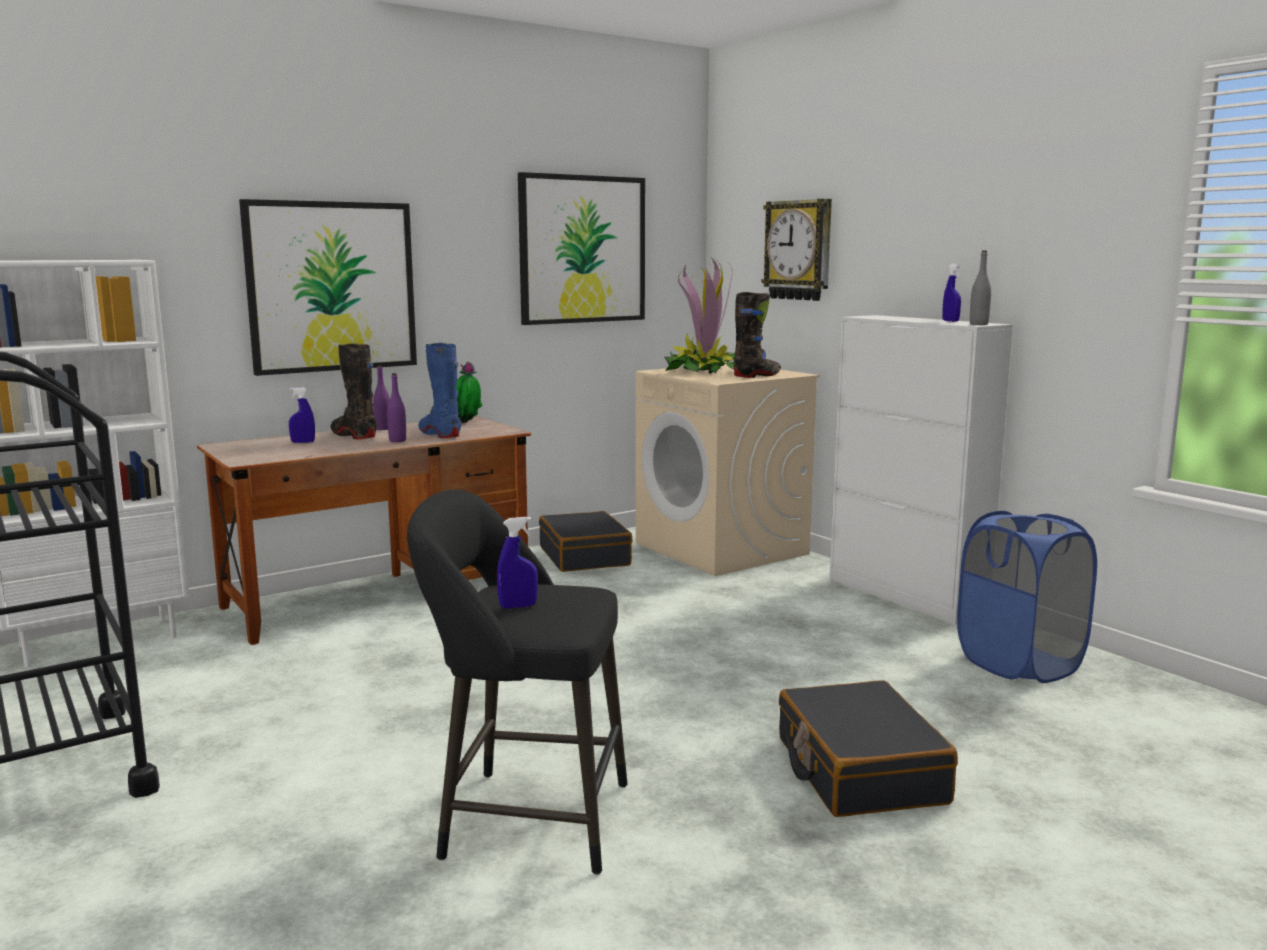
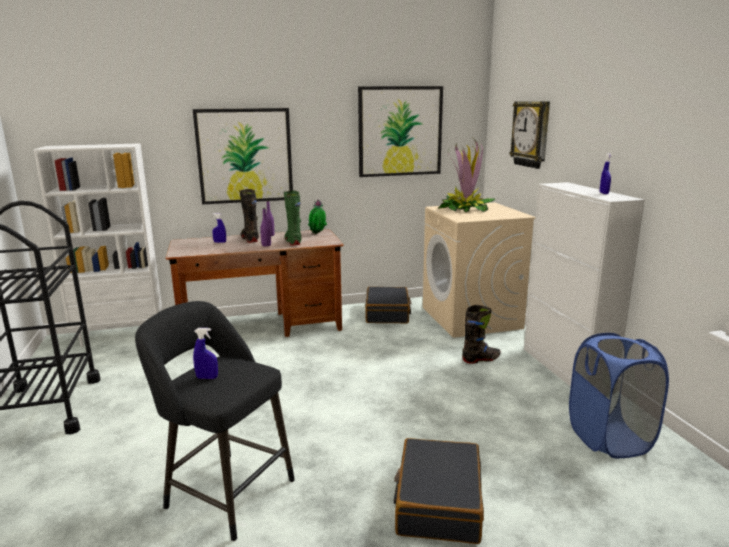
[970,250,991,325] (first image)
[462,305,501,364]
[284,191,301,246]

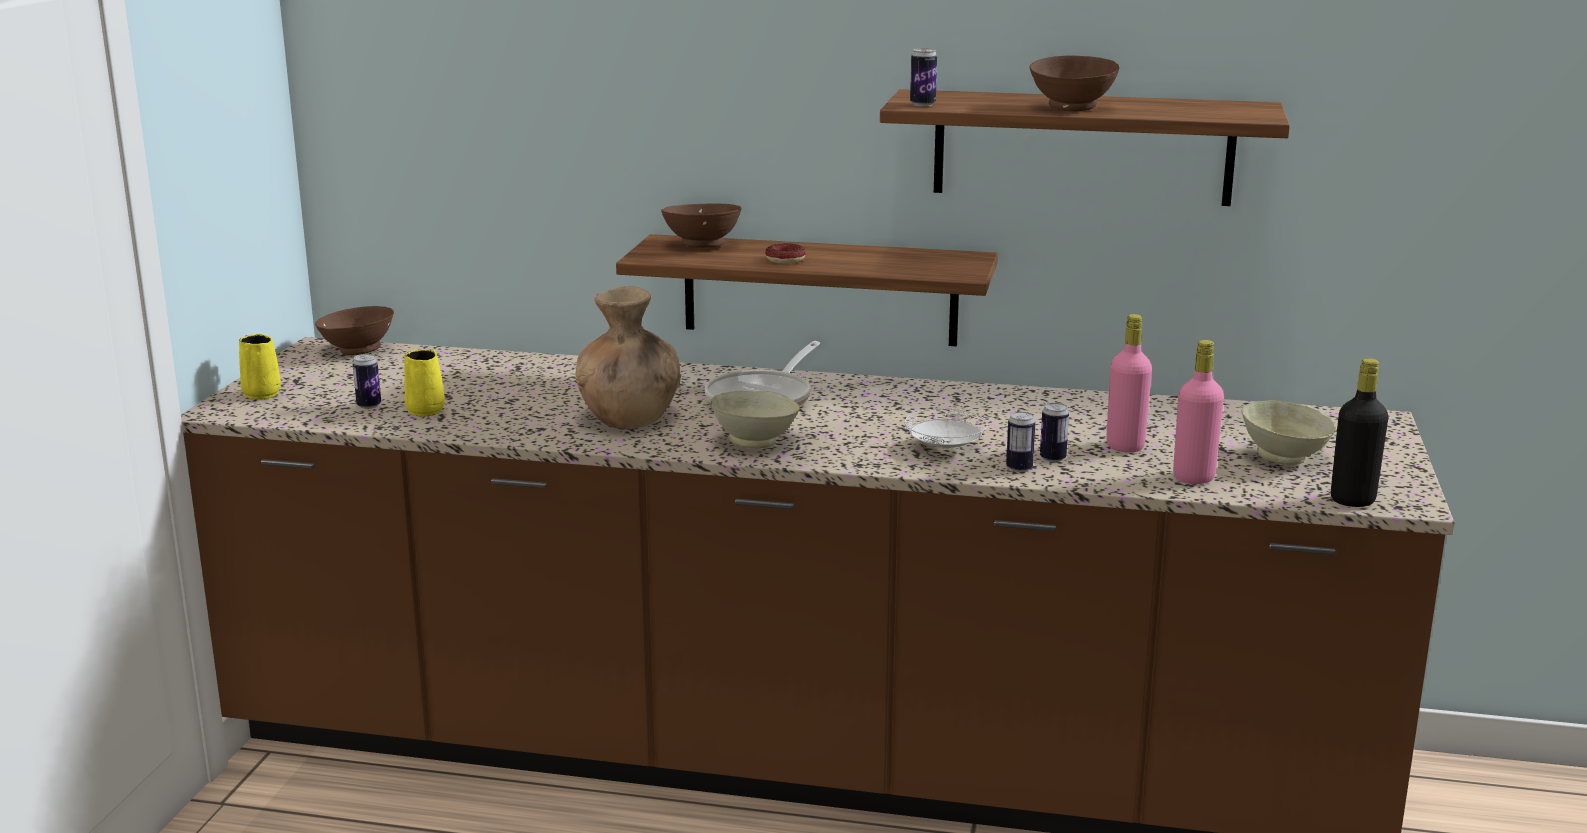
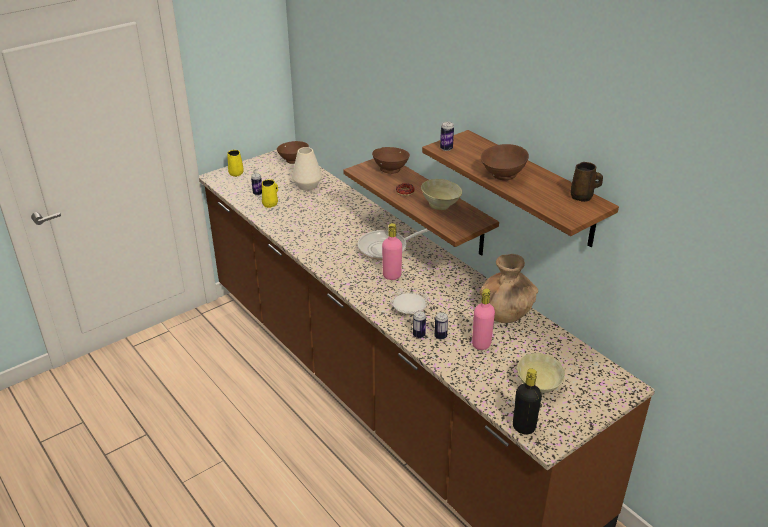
[480,254,538,323]
[382,223,402,280]
[421,179,462,210]
[292,147,322,191]
[570,162,603,202]

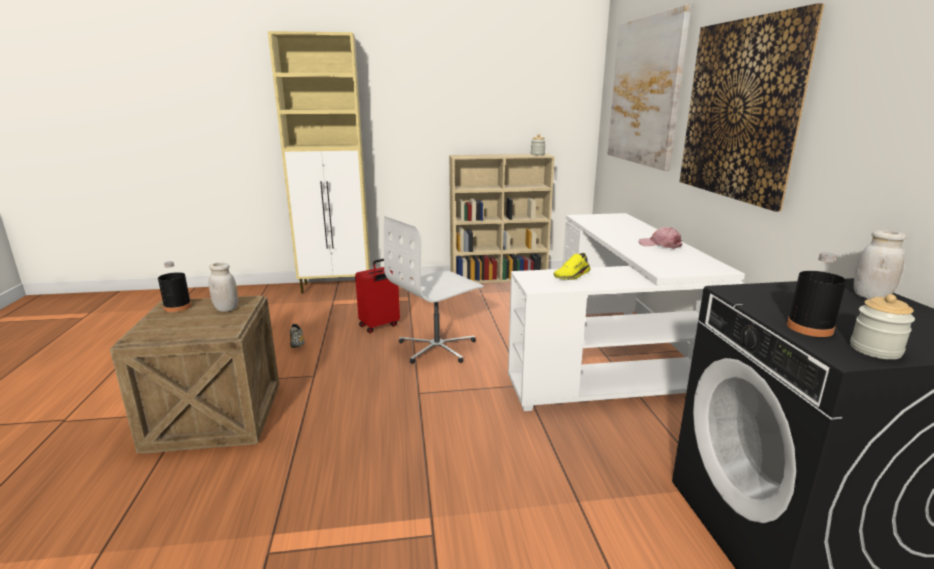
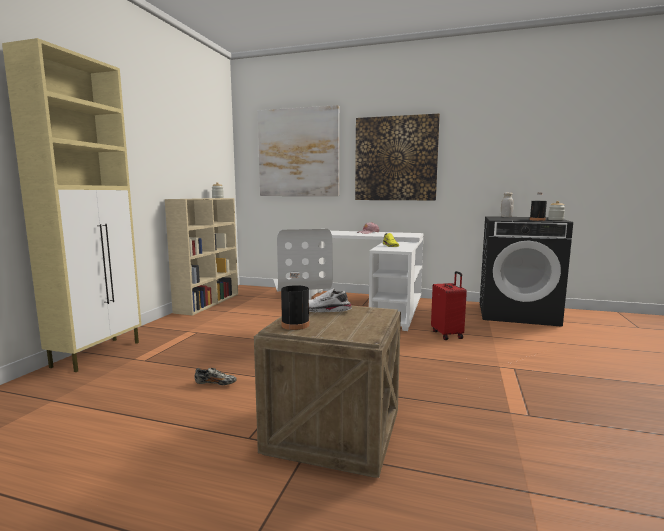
[431,271,467,340]
[309,289,352,312]

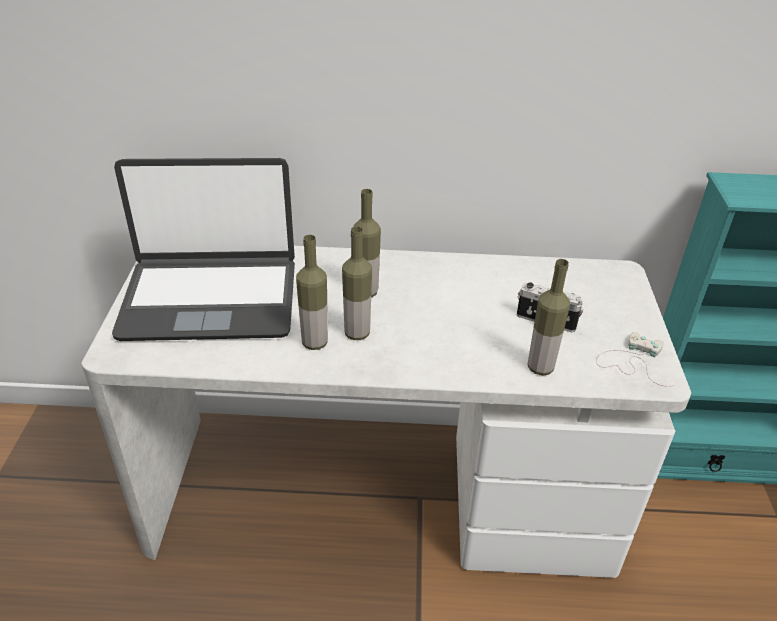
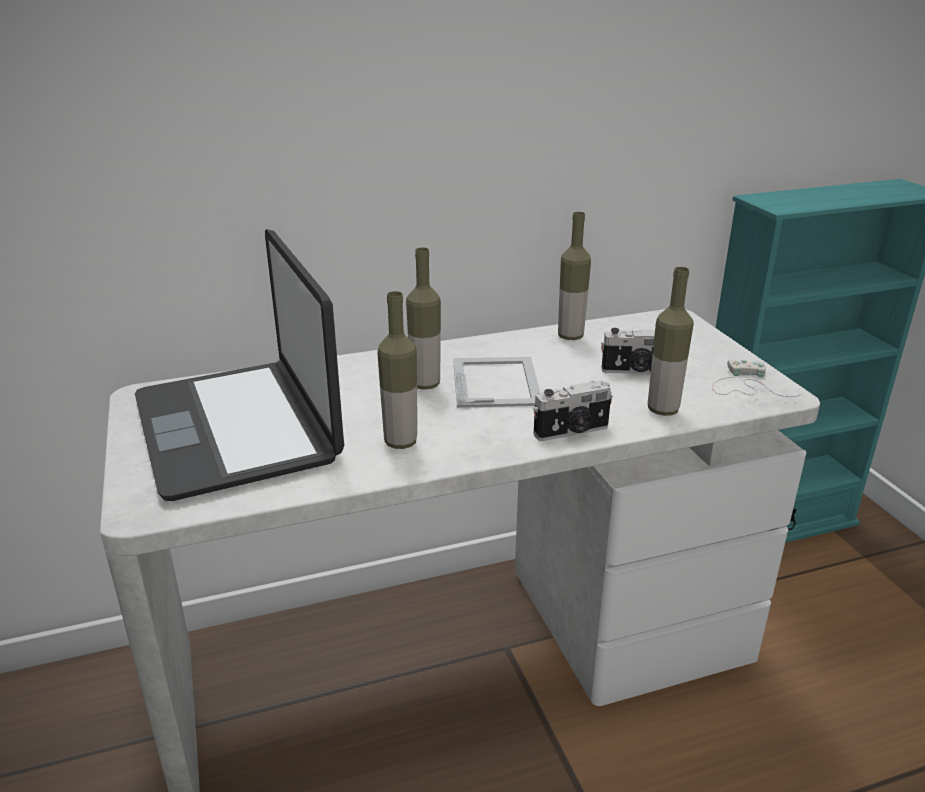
[135,229,344,501]
[558,212,591,340]
[453,357,540,408]
[533,380,613,441]

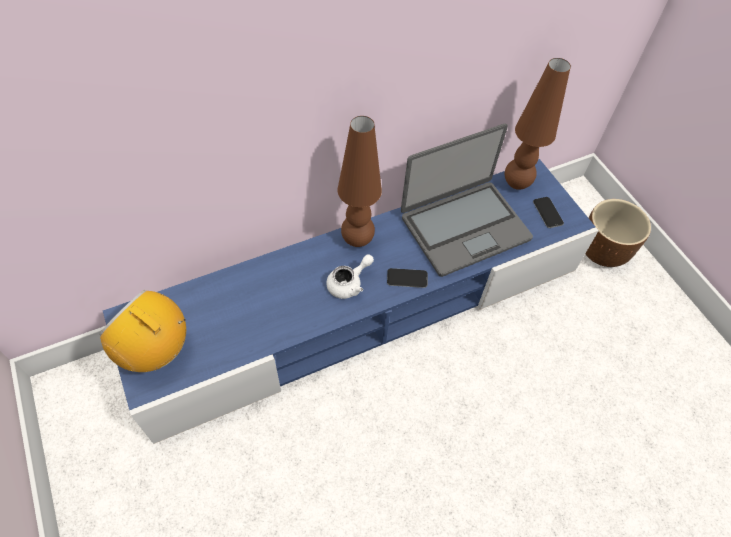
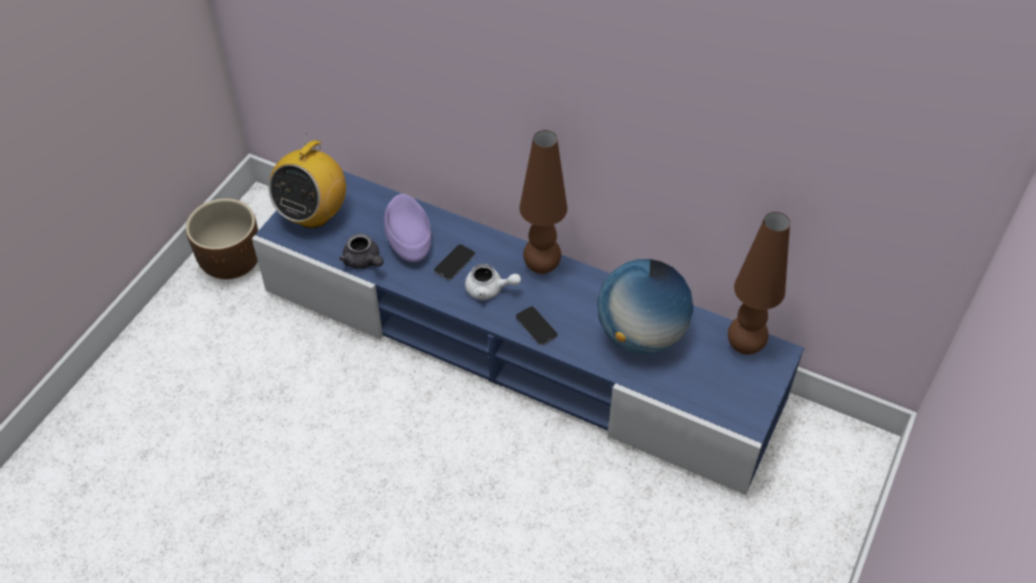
[597,259,693,354]
[434,244,475,280]
[186,198,258,279]
[269,133,346,228]
[384,194,432,262]
[340,234,383,269]

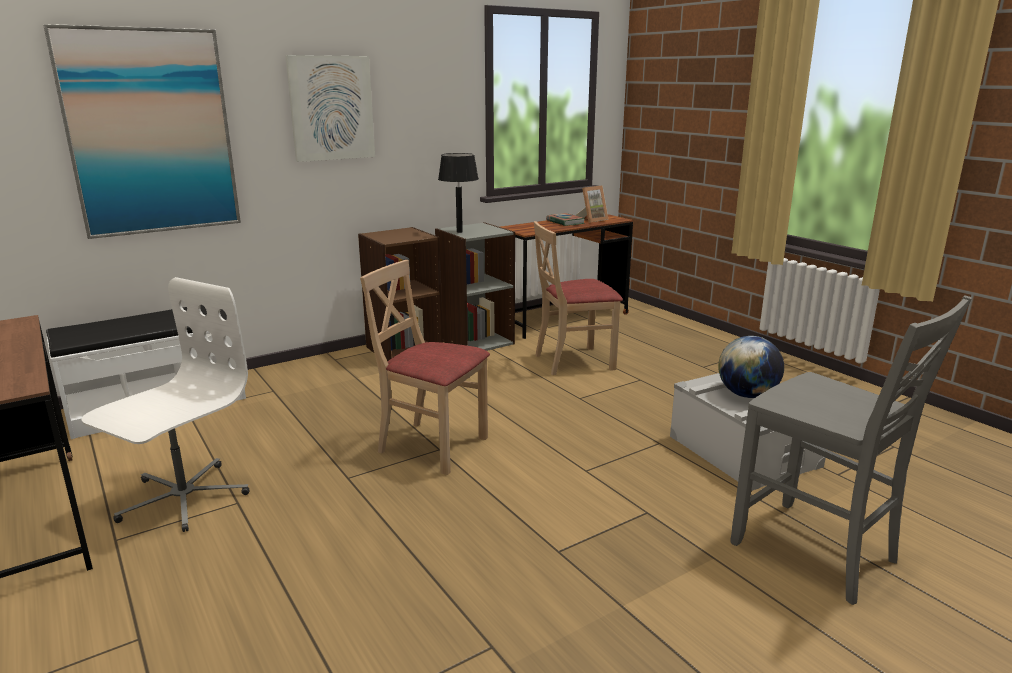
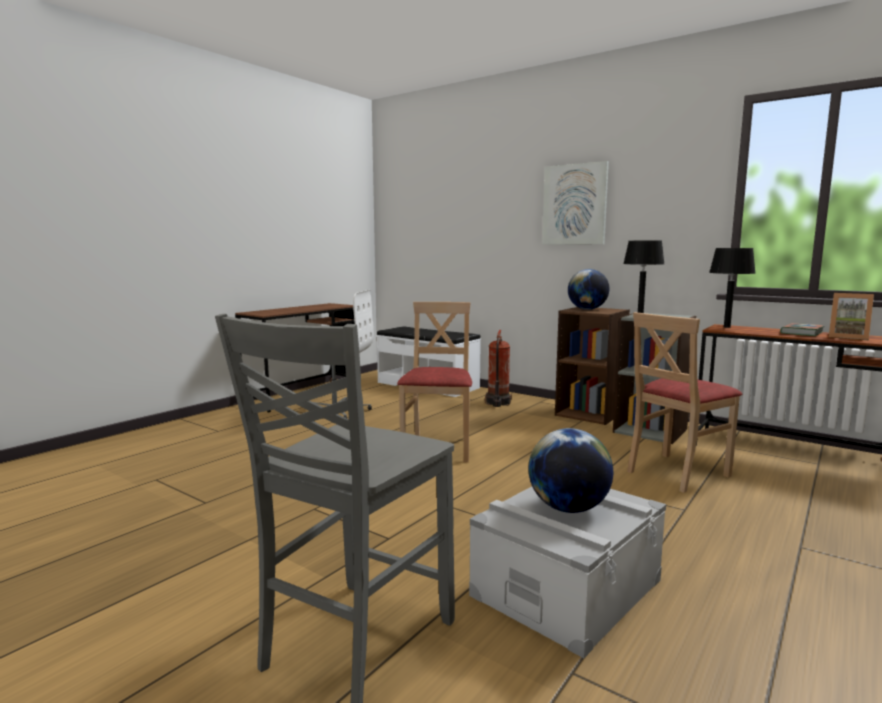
[43,24,241,239] (first image)
[627,312,742,493]
[709,248,756,328]
[568,269,609,310]
[485,330,512,407]

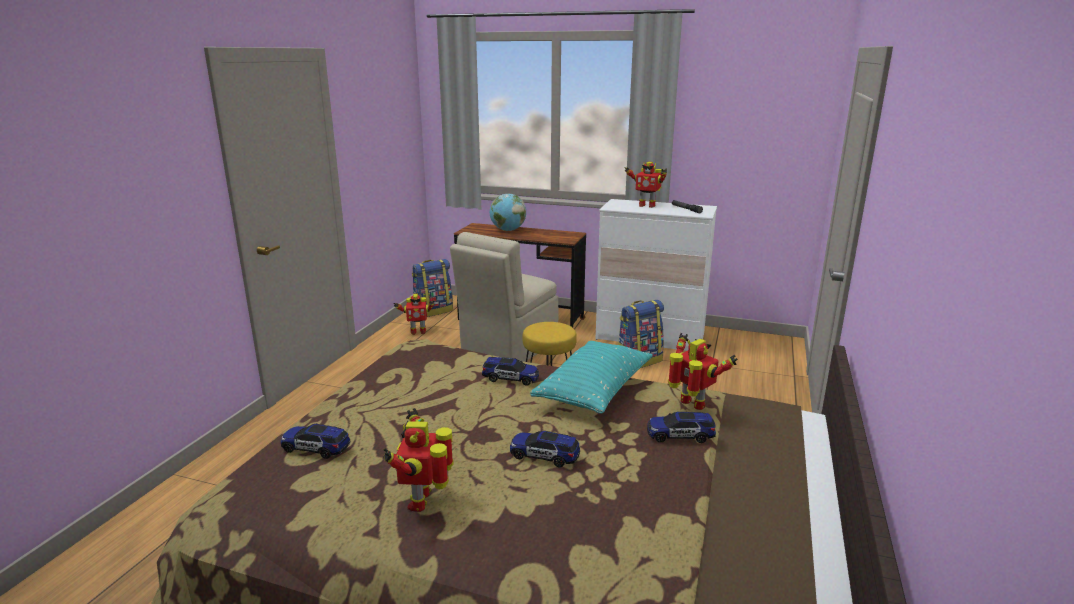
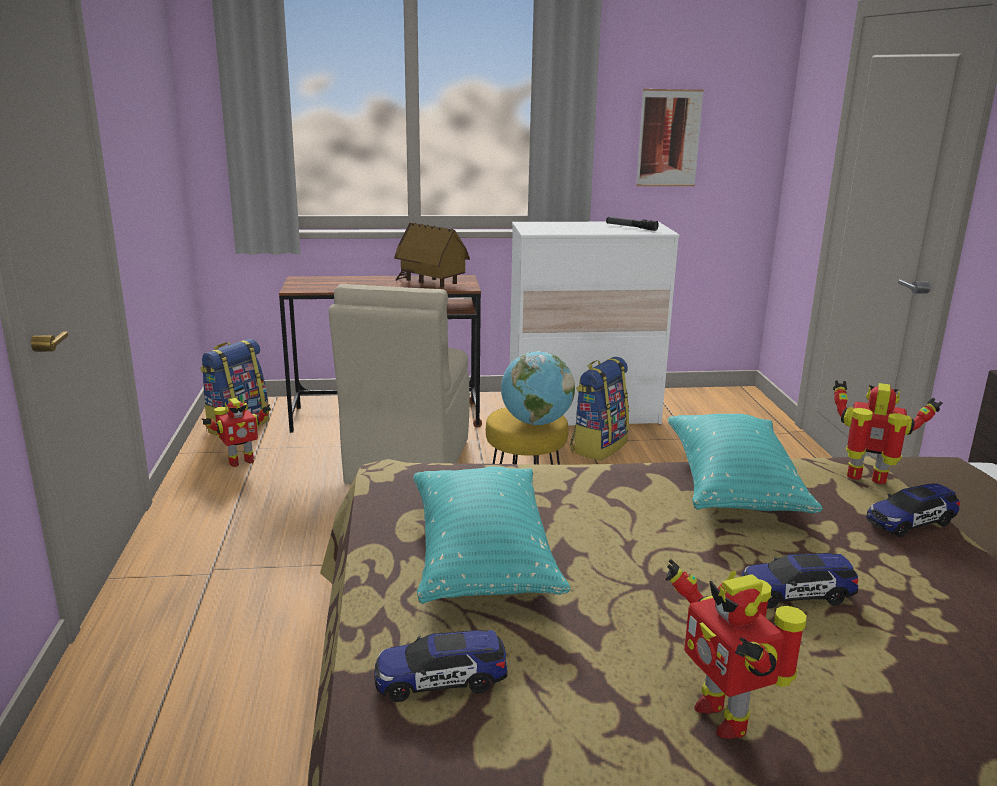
[624,162,667,208] (first image)
[501,351,575,425]
[482,357,539,386] (first image)
[636,89,704,186]
[394,223,470,288]
[414,467,571,604]

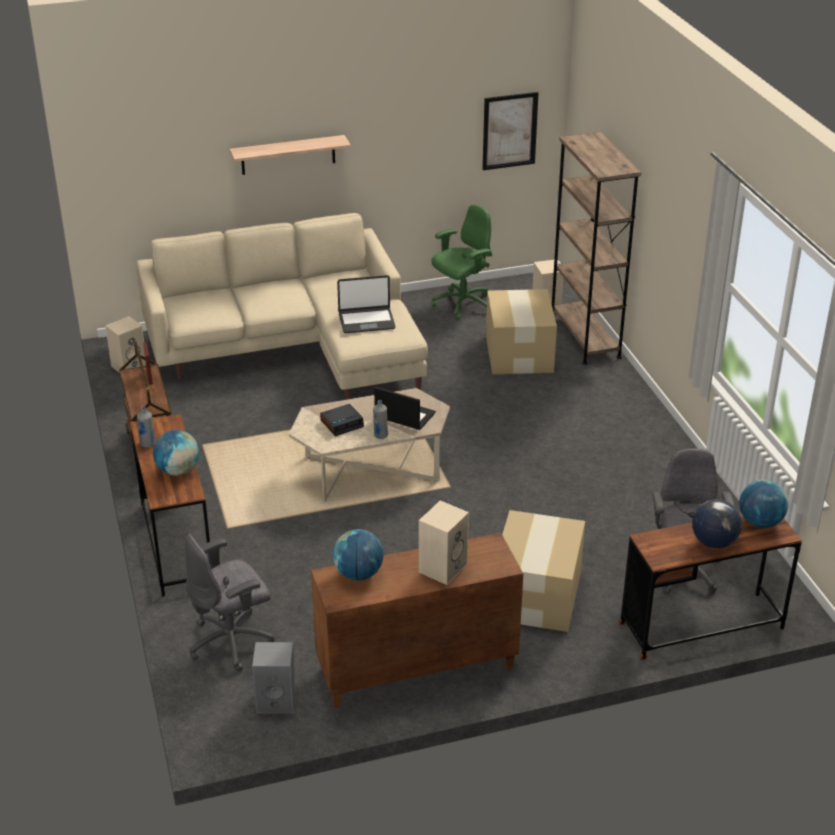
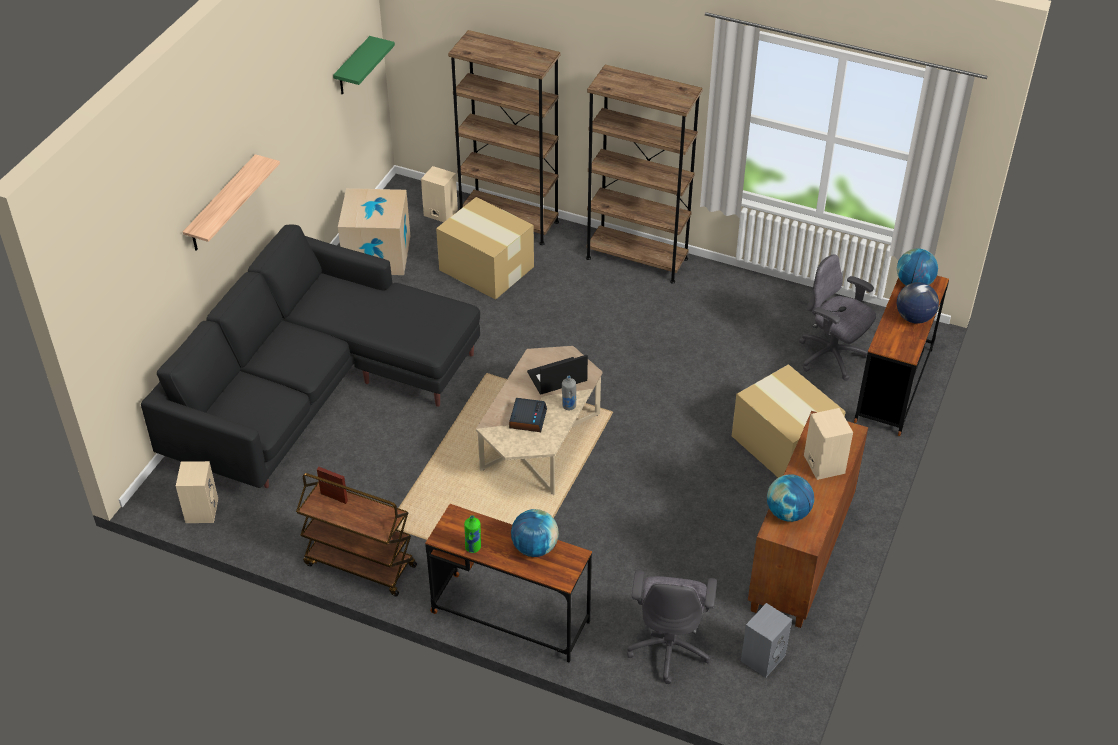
[333,36,395,94]
[338,188,410,275]
[141,225,480,488]
[337,275,396,333] (first image)
[464,515,481,553]
[586,65,703,284]

